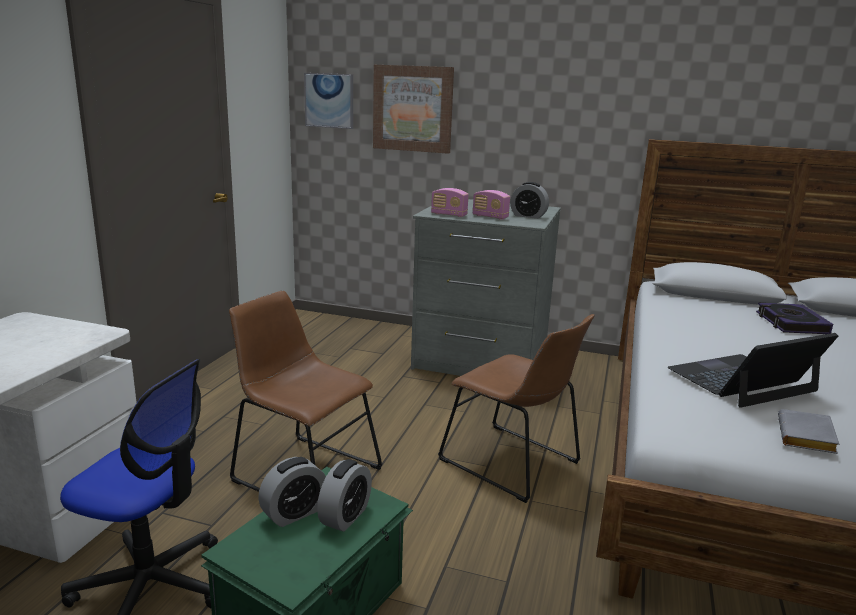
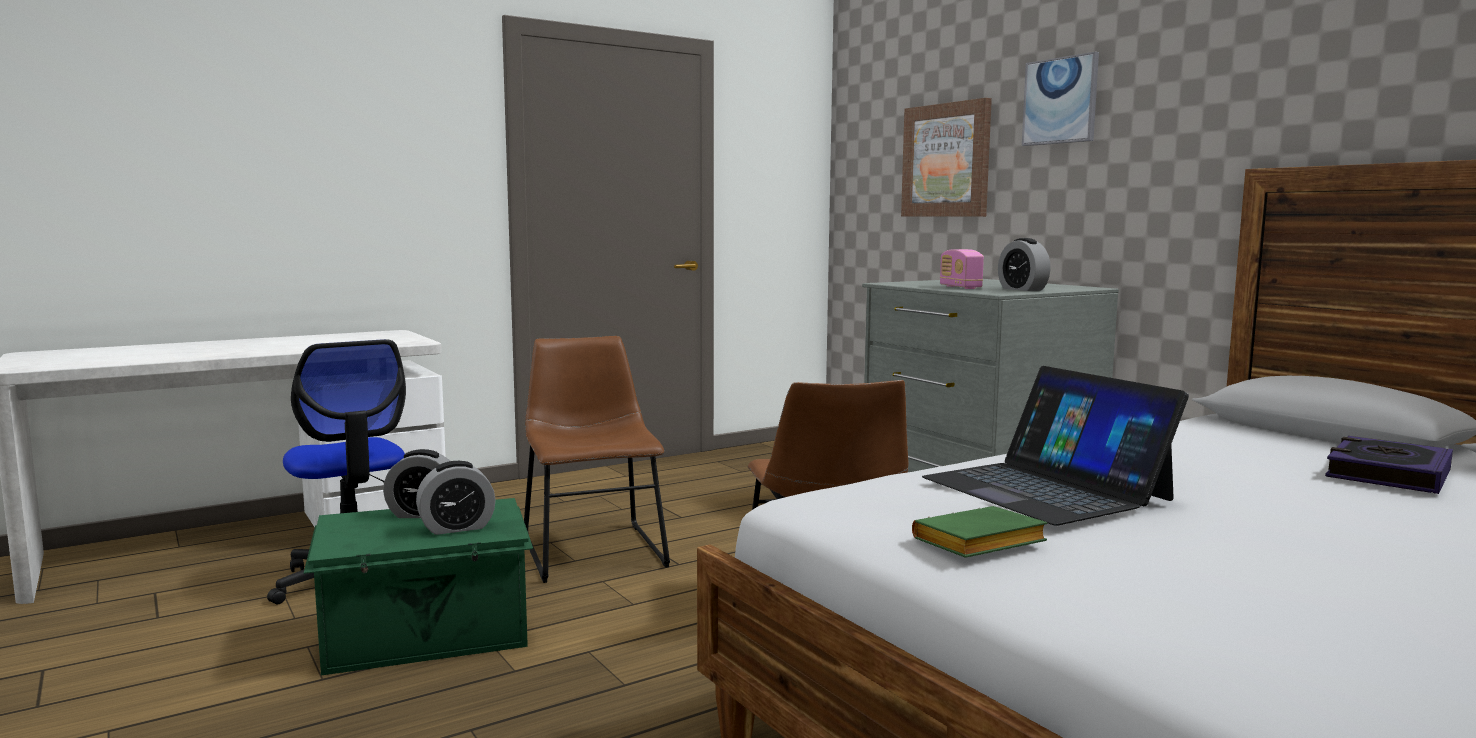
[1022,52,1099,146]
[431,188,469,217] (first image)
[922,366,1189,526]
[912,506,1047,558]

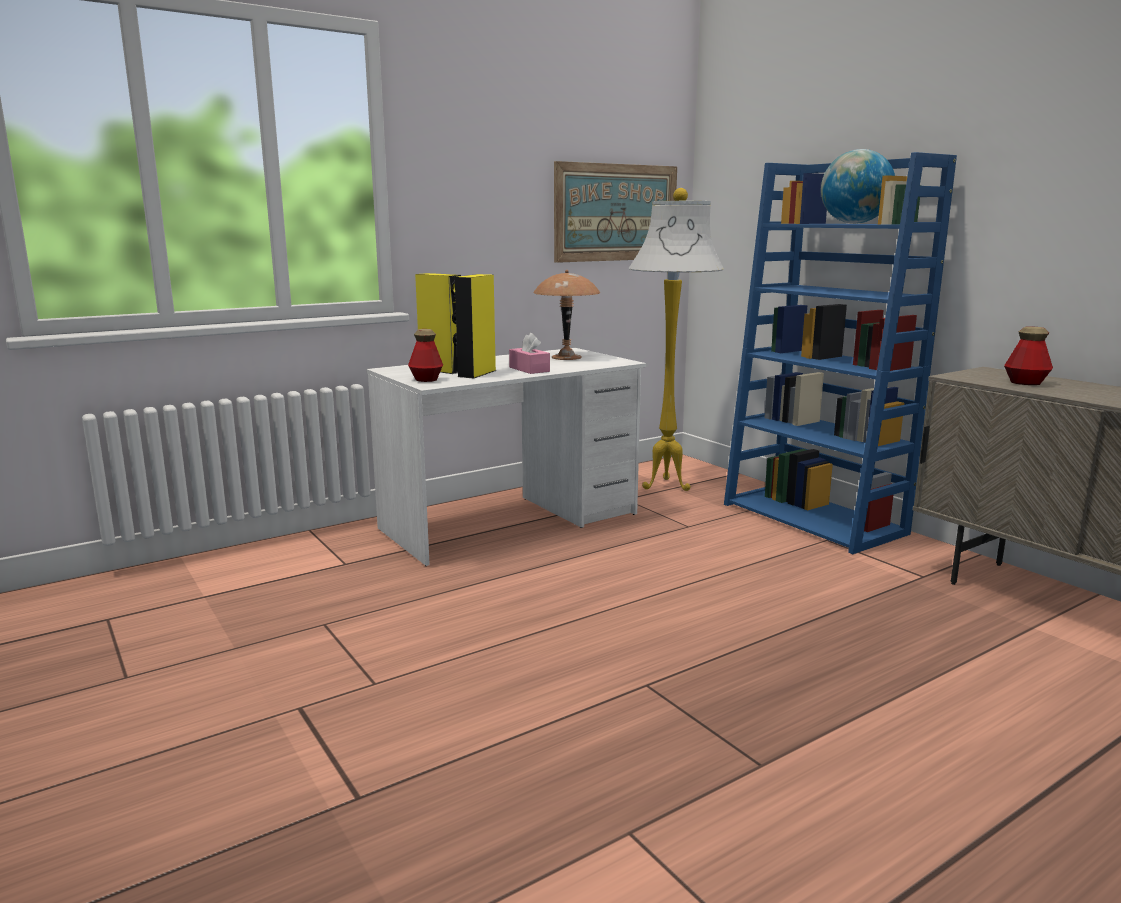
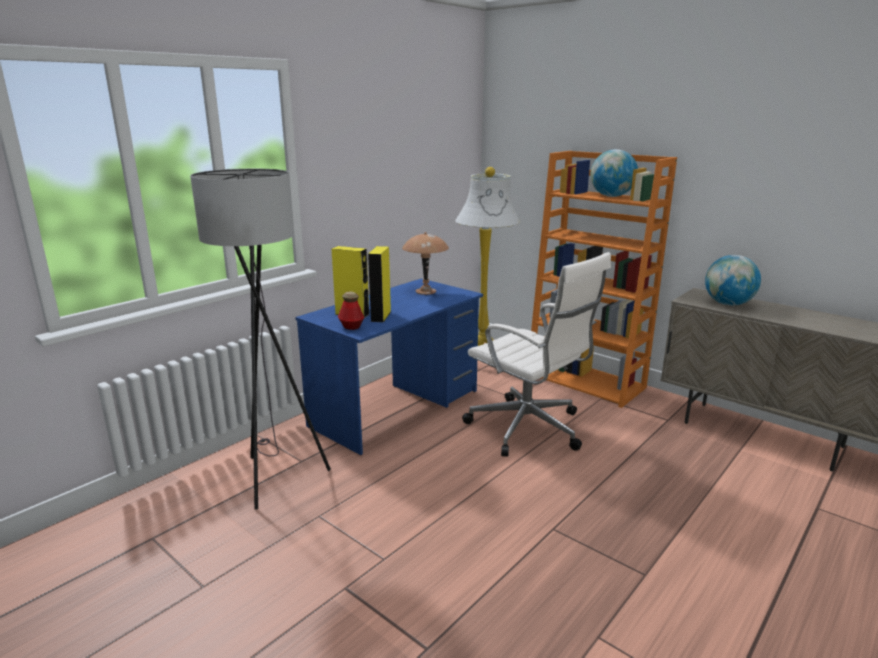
[531,151,677,408]
[554,161,677,263] (first image)
[705,255,761,306]
[509,333,550,374] (first image)
[295,279,483,455]
[190,169,331,510]
[462,252,611,457]

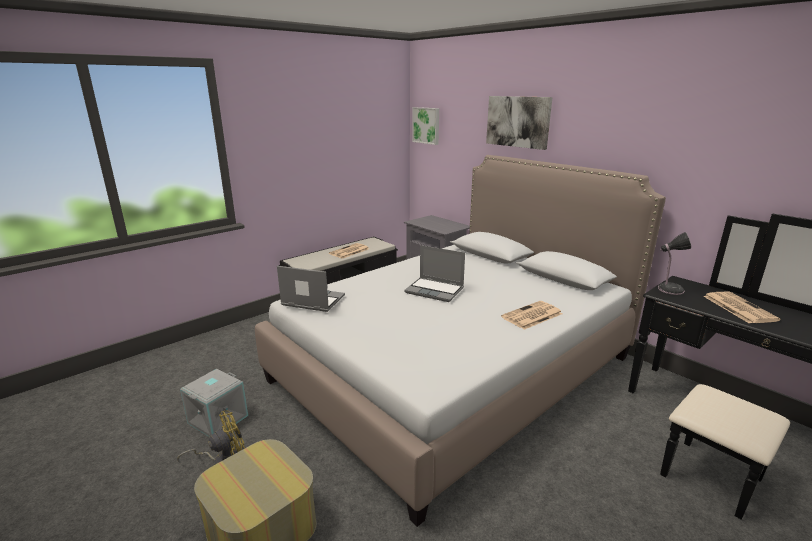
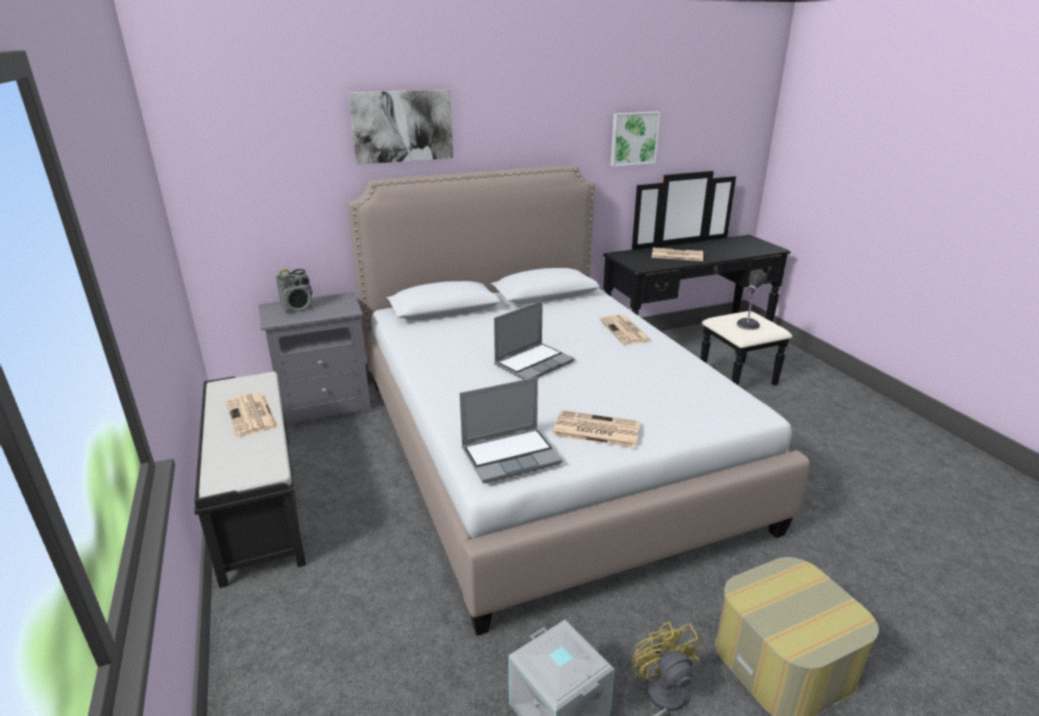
[610,112,660,167]
[736,270,767,330]
[459,377,562,483]
[276,269,313,313]
[552,410,640,448]

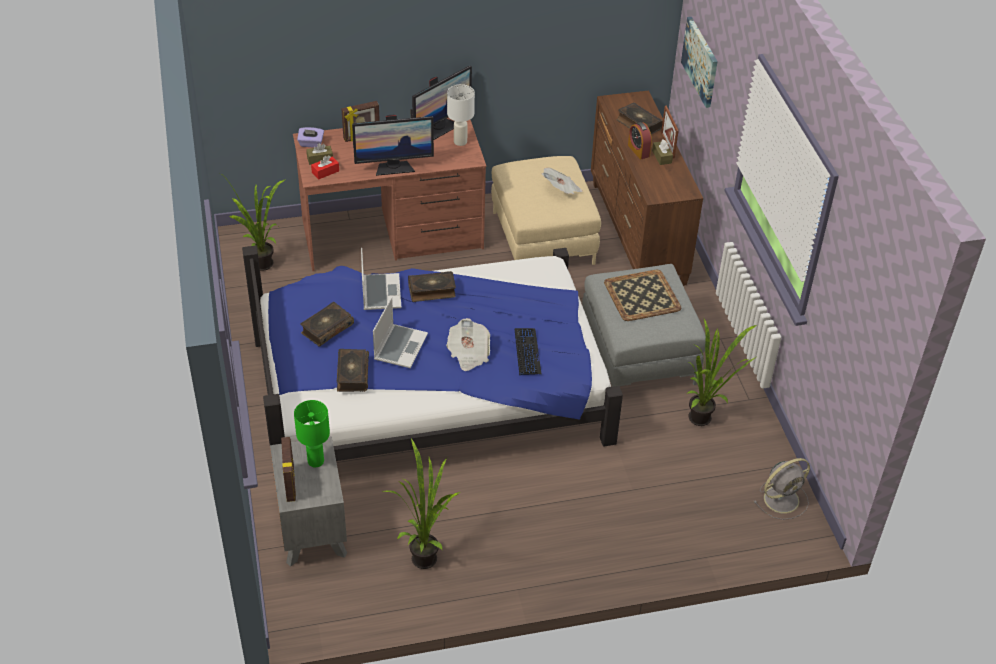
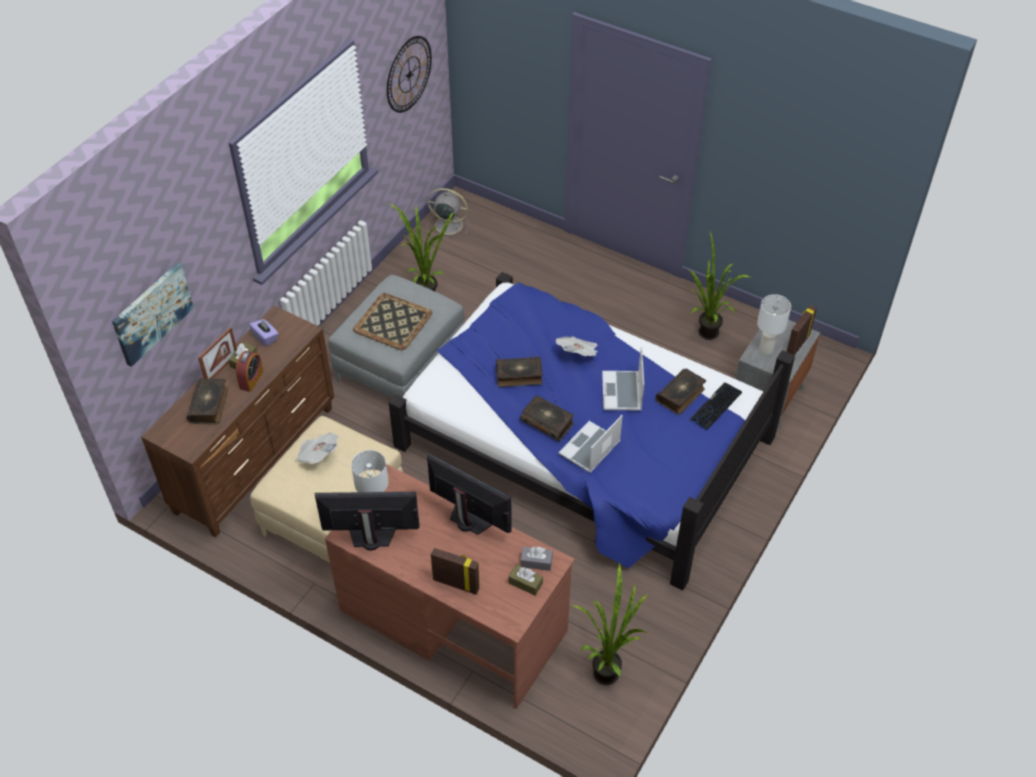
[249,319,279,346]
[520,547,553,571]
[602,347,644,411]
[496,357,543,387]
[690,383,742,430]
[757,294,791,355]
[387,36,432,113]

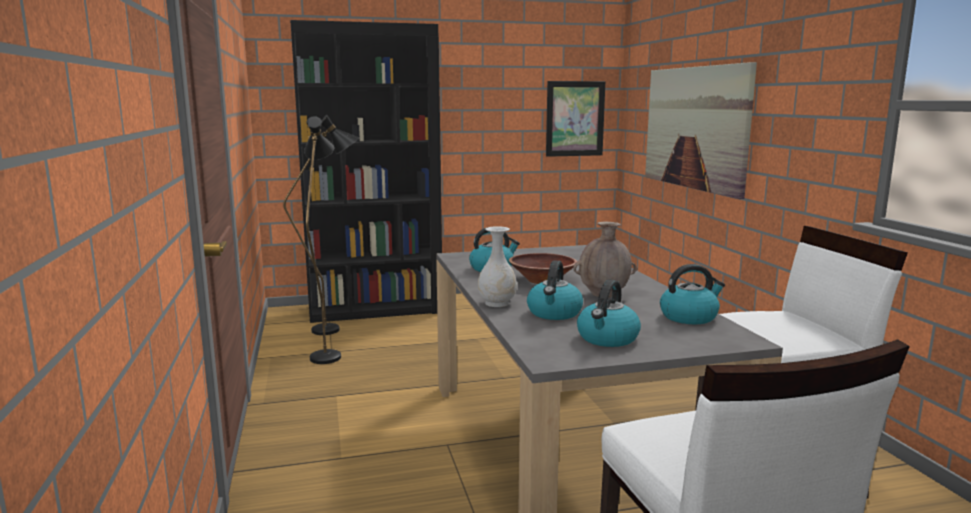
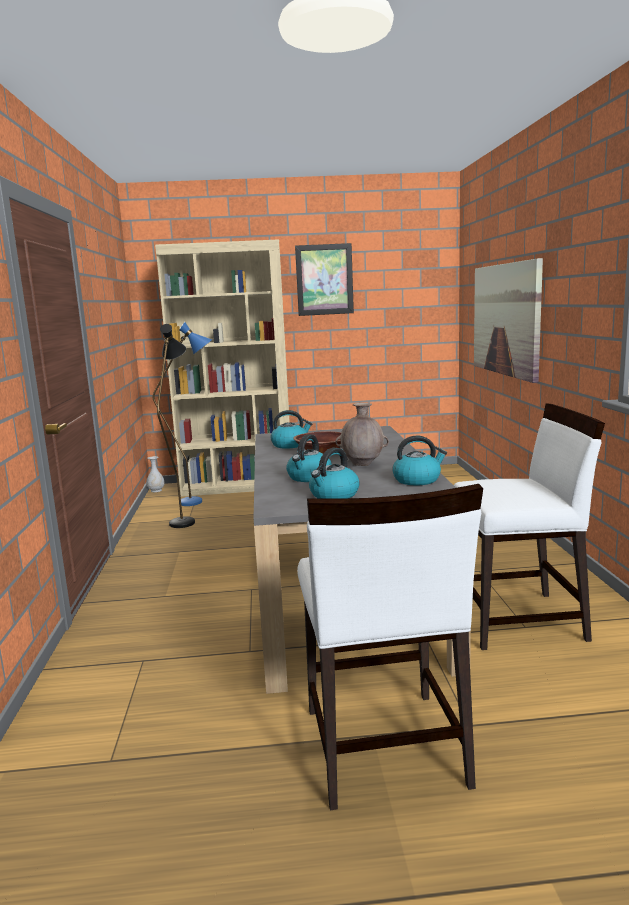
[155,239,290,497]
[295,243,354,316]
[153,322,212,506]
[147,456,165,492]

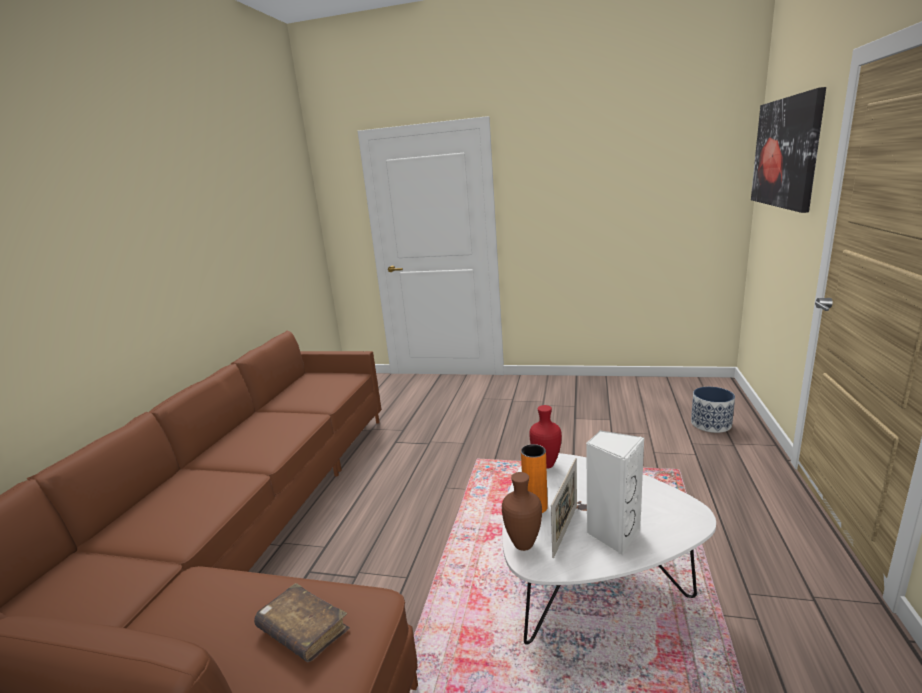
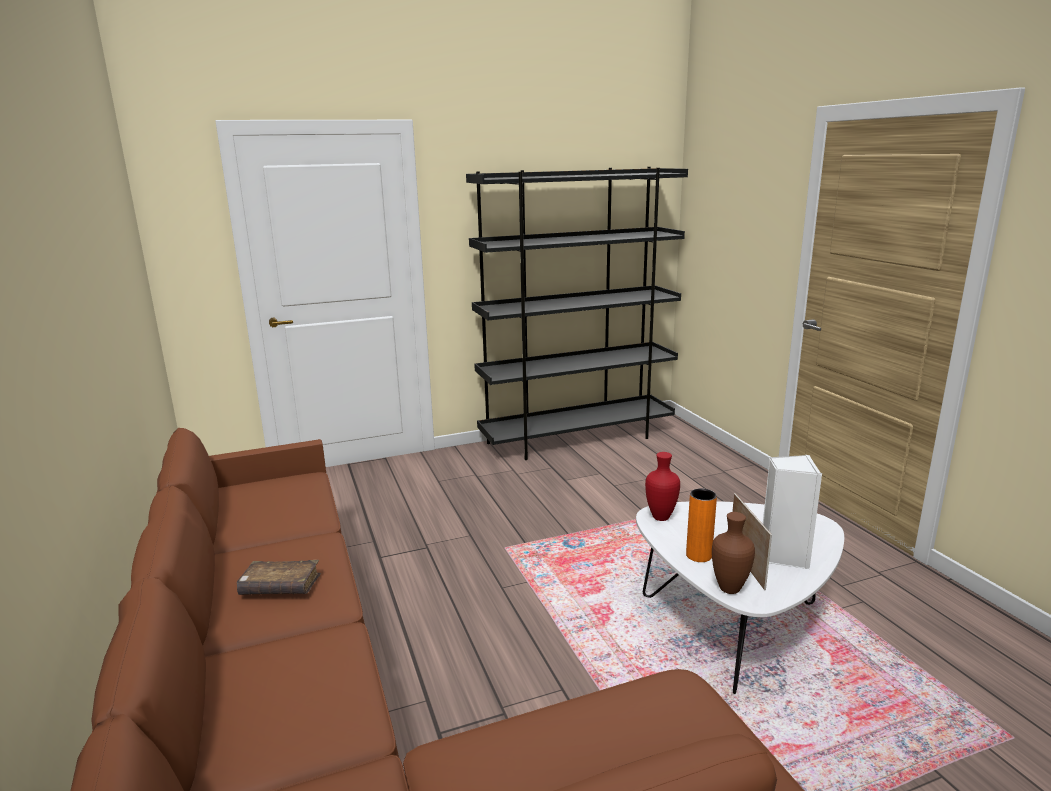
[751,87,826,213] (first image)
[691,387,735,433] (first image)
[237,560,321,595]
[466,167,688,460]

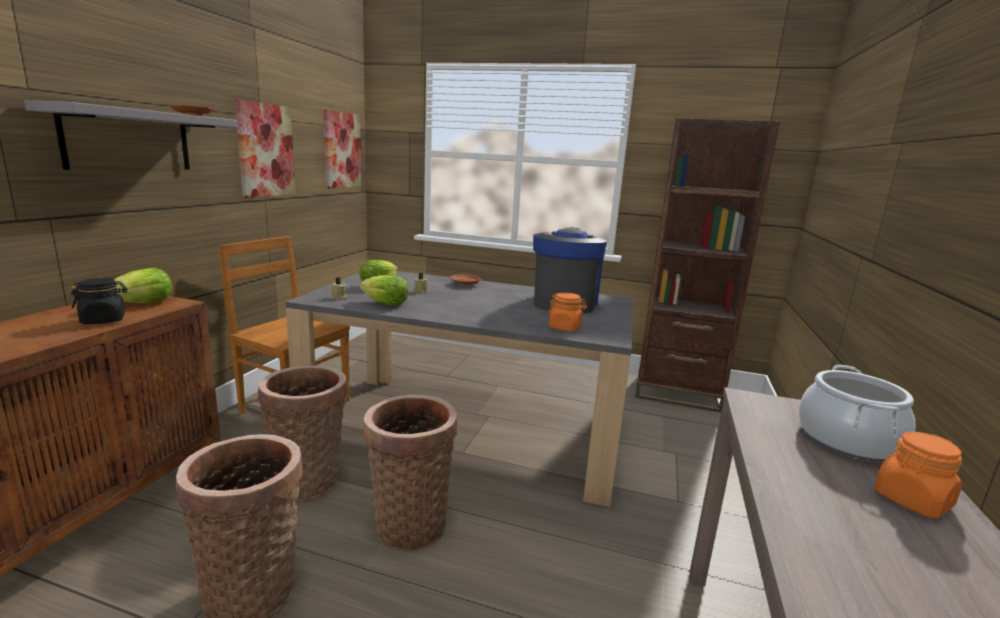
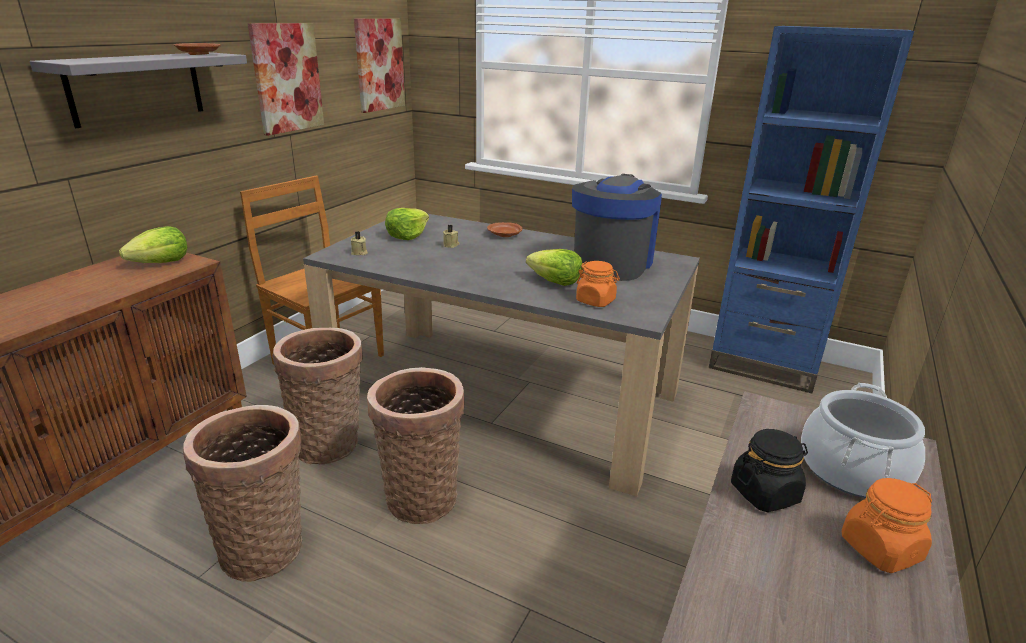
[709,26,914,393]
[526,249,583,286]
[731,429,808,512]

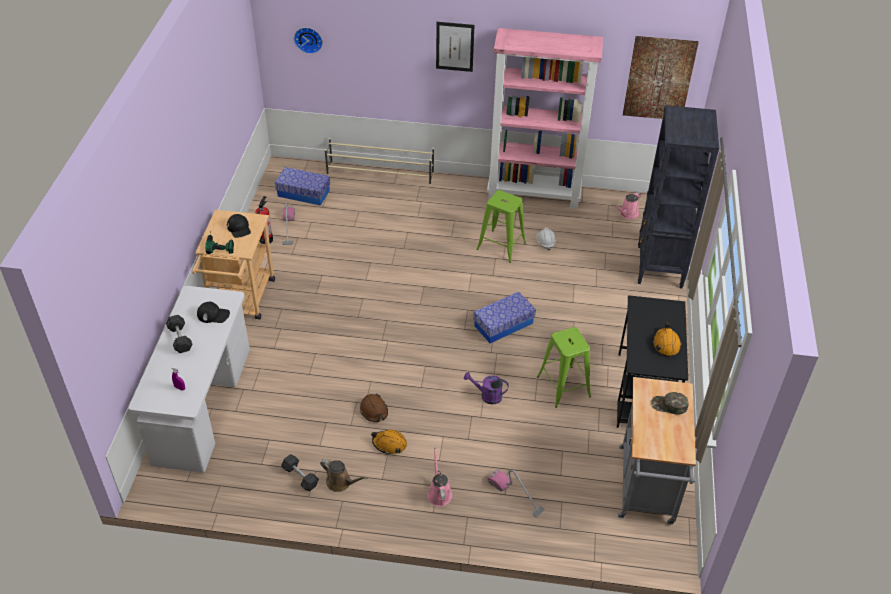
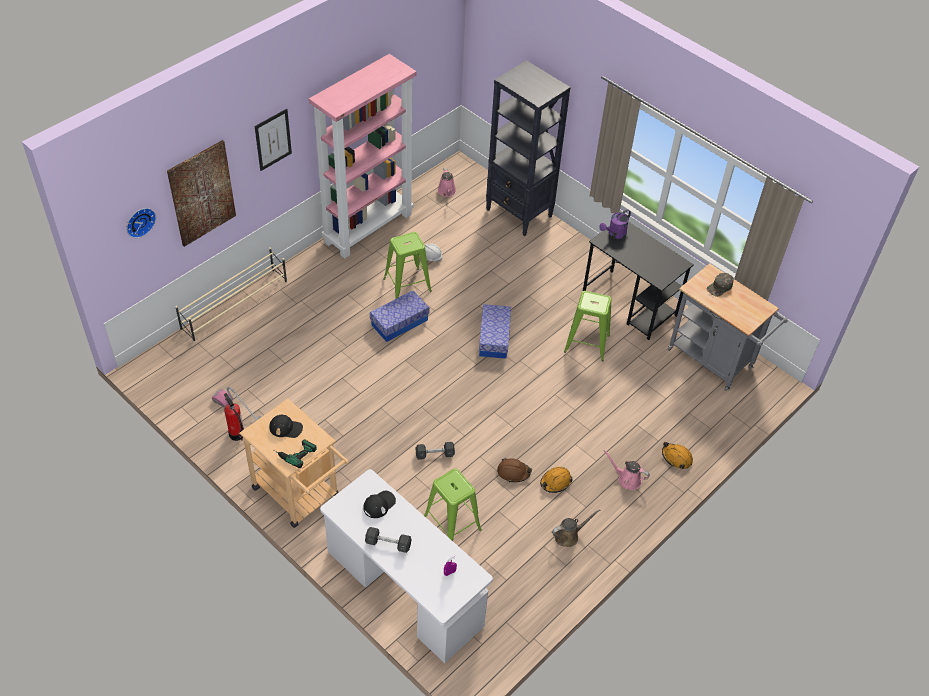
[167,140,236,247]
[370,290,429,342]
[662,442,693,469]
[599,209,631,239]
[416,442,455,460]
[487,470,545,518] (first image)
[424,469,482,541]

